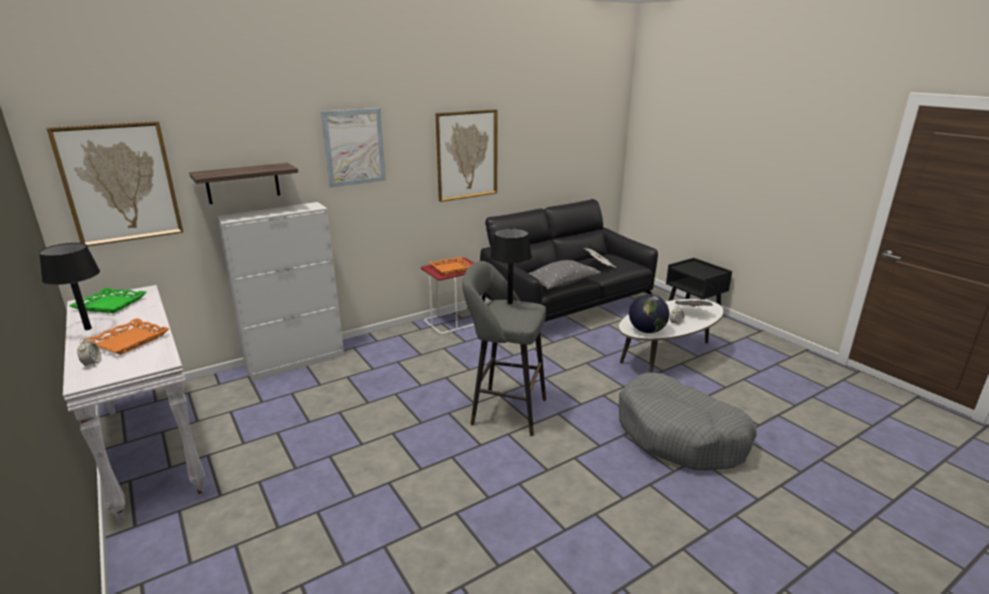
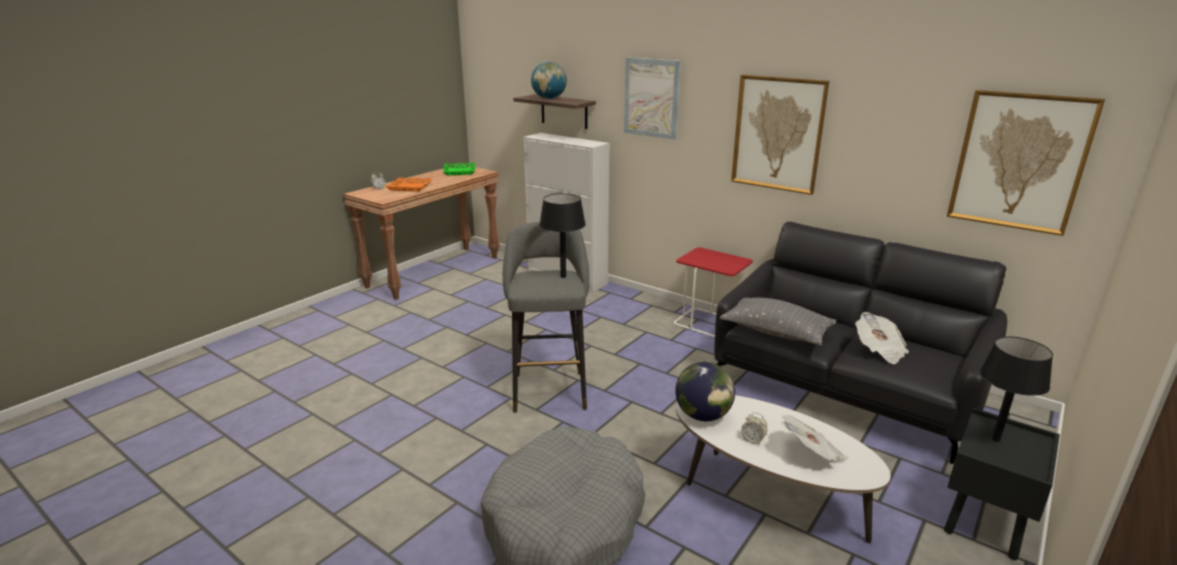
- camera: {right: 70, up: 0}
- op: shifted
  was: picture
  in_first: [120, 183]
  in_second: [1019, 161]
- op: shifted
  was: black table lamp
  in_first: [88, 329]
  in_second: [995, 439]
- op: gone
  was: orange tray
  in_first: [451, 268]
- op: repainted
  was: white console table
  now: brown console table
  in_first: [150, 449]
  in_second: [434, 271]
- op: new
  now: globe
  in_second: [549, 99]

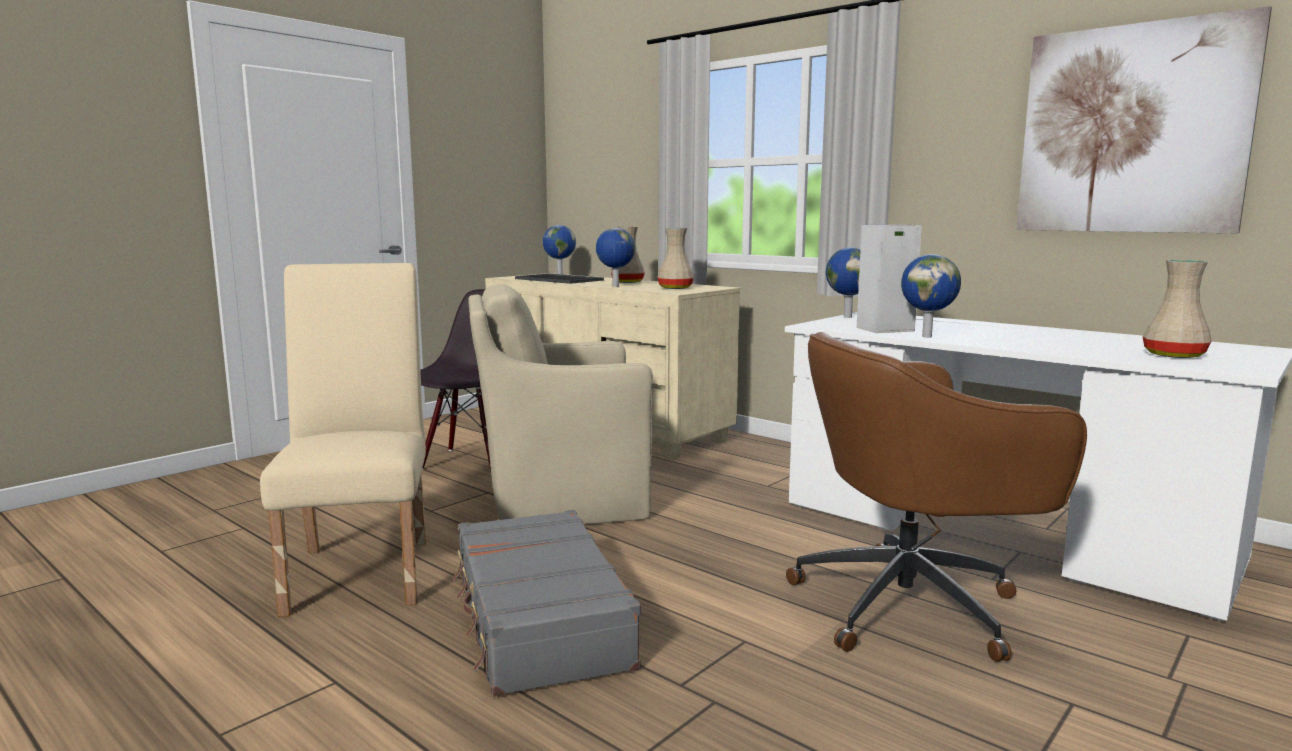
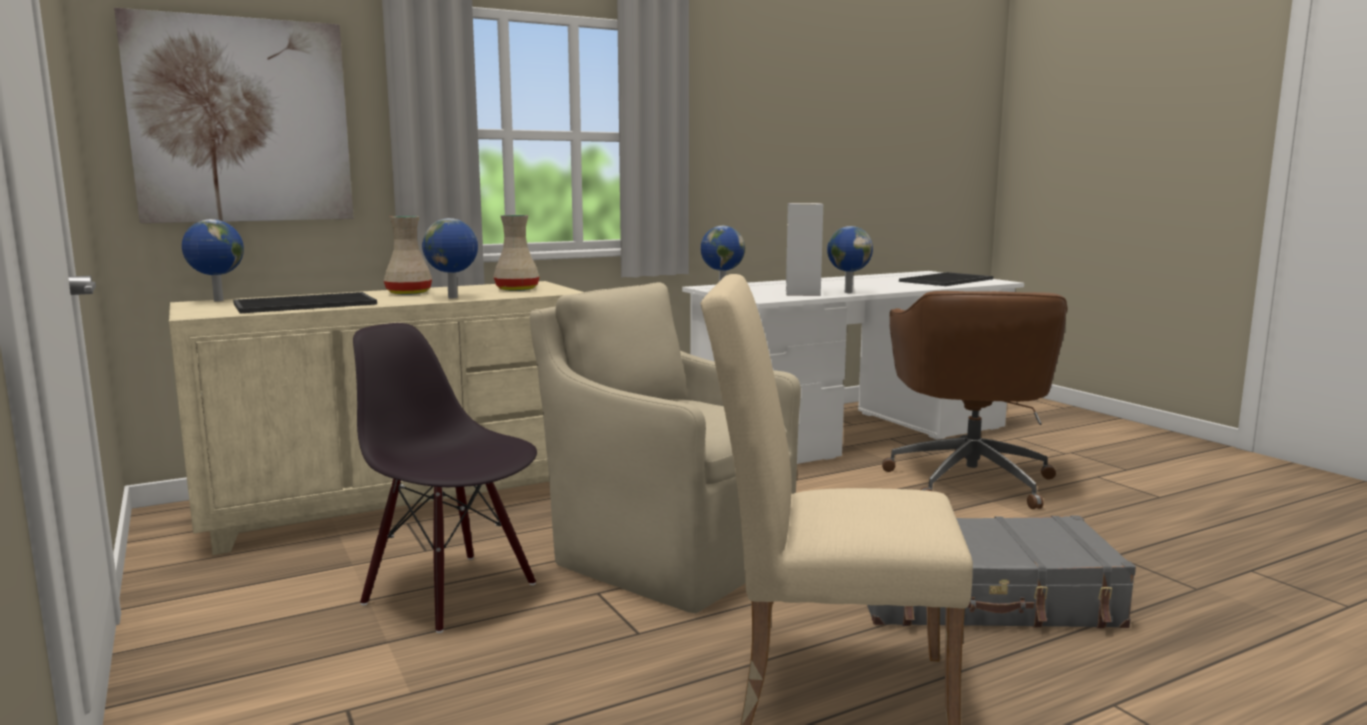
- camera: {right: -70, up: 0}
- op: shifted
  was: picture
  in_first: [1131, 130]
  in_second: [242, 121]
- op: swapped
  was: beige vase
  now: tray
  in_first: [1173, 355]
  in_second: [947, 280]
- op: rotated
  was: beige armchair
  in_first: [560, 501]
  in_second: [669, 557]
  clockwise: 120

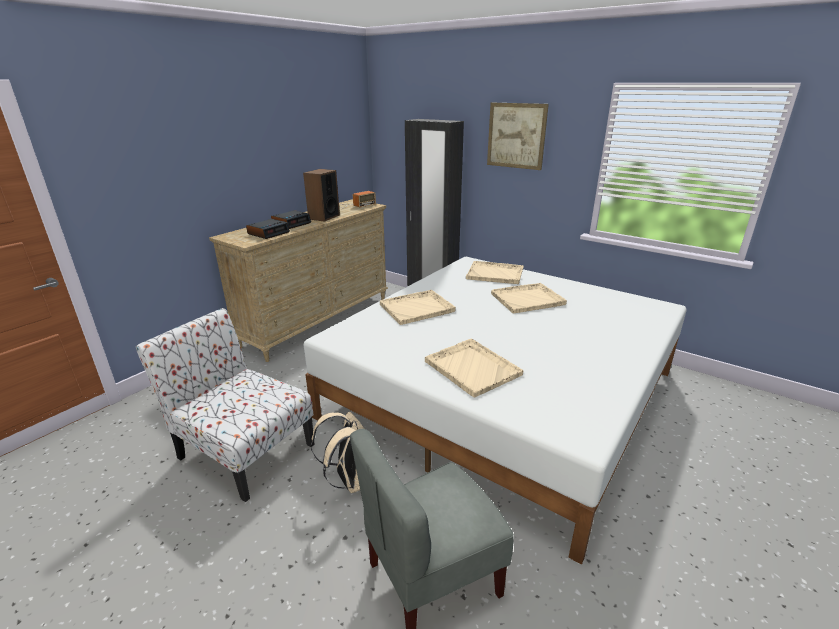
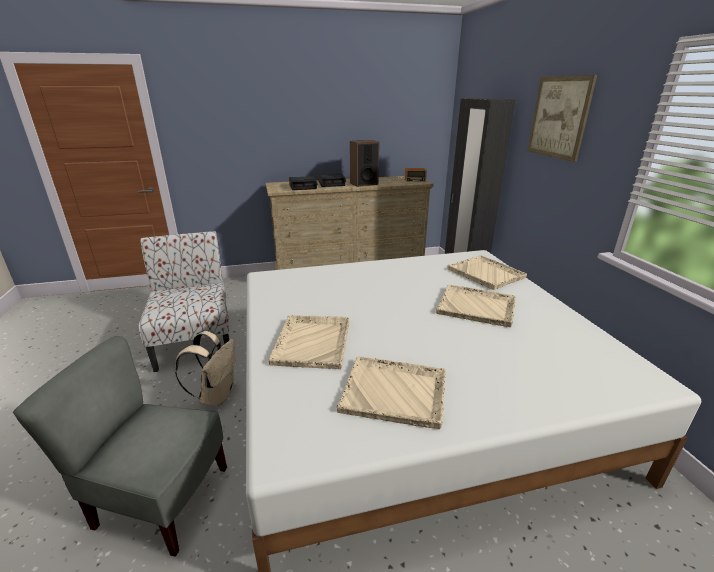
- camera: {right: 40, up: 0}
- op: shifted
  was: beige tray
  in_first: [417, 308]
  in_second: [395, 392]

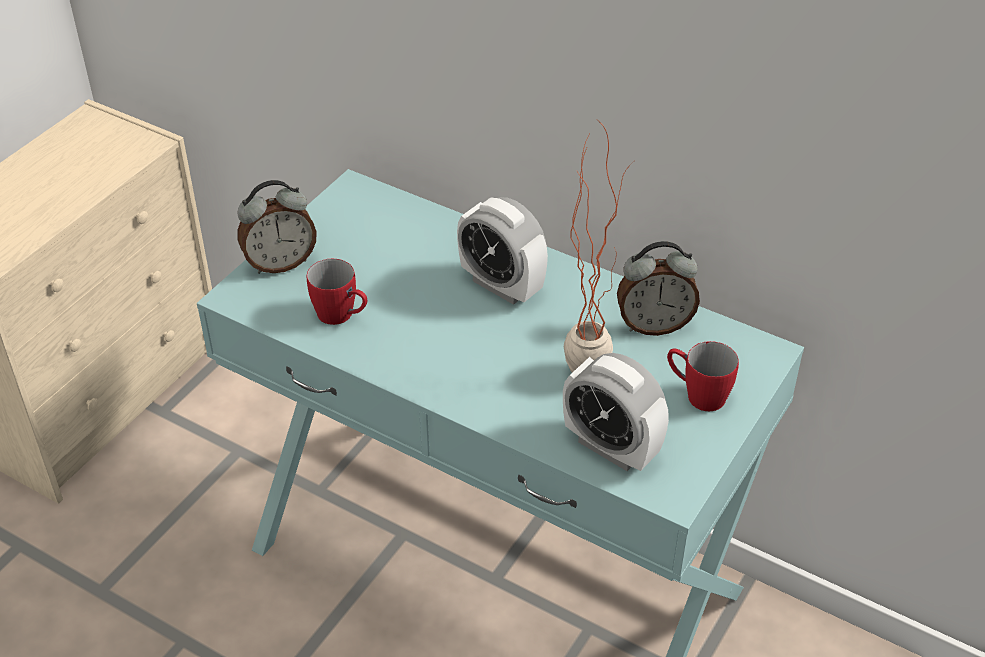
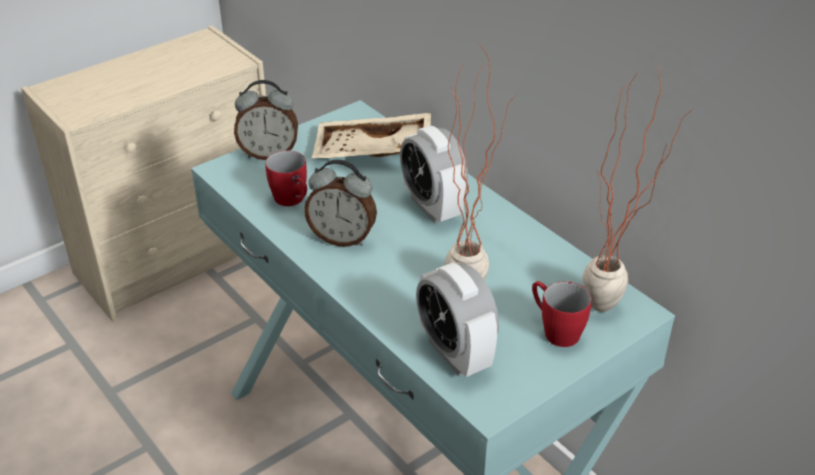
- camera: {right: 20, up: -5}
- op: shifted
  was: alarm clock
  in_first: [654, 325]
  in_second: [342, 238]
- op: new
  now: potted plant
  in_second: [614, 311]
- op: new
  now: beige tray
  in_second: [372, 152]

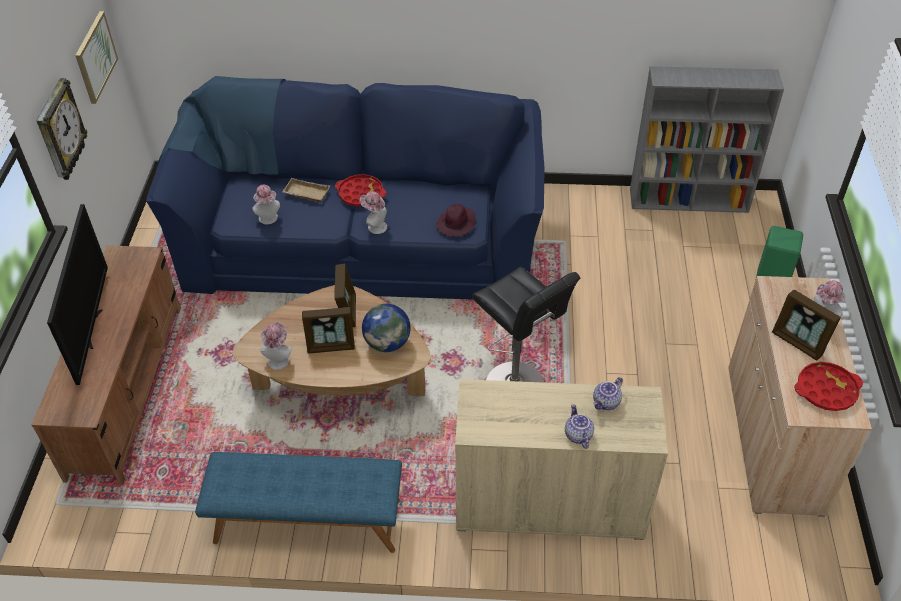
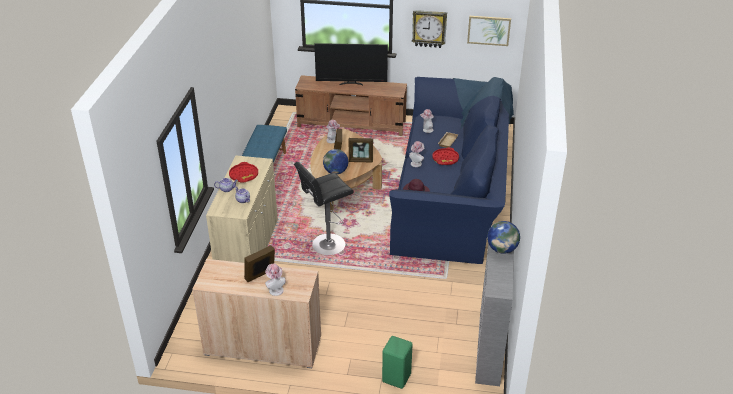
- camera: {right: 95, up: -10}
- op: shifted
  was: red tray
  in_first: [826, 390]
  in_second: [244, 175]
- op: new
  now: globe
  in_second: [502, 249]

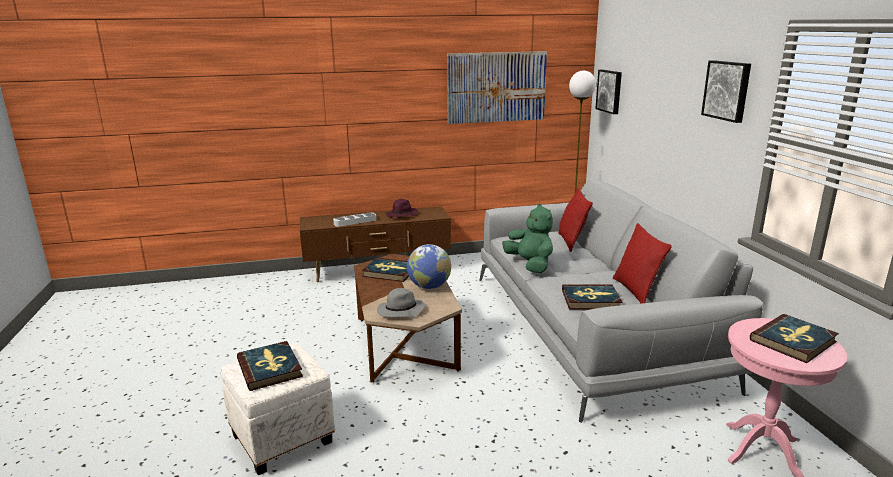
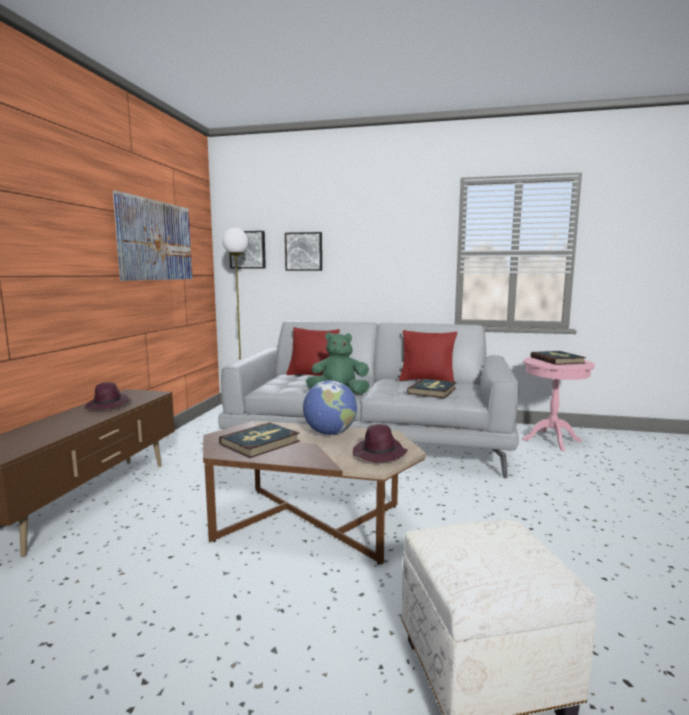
- camera: {right: -65, up: -10}
- op: shifted
  was: picture
  in_first: [727, 90]
  in_second: [304, 251]
- op: gone
  was: grey tray
  in_first: [355, 222]
- op: repainted
  was: grey hat
  now: purple hat
  in_first: [400, 311]
  in_second: [379, 454]
- op: gone
  was: book
  in_first: [270, 368]

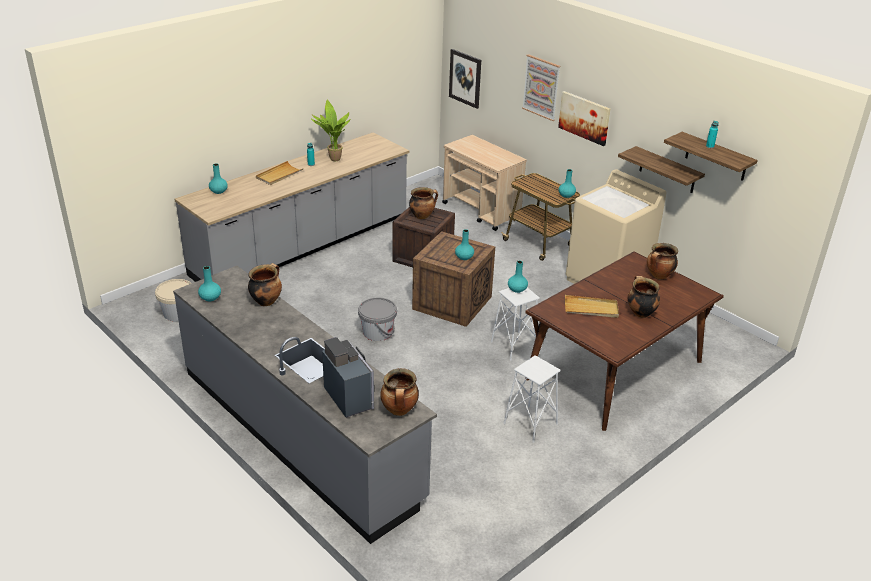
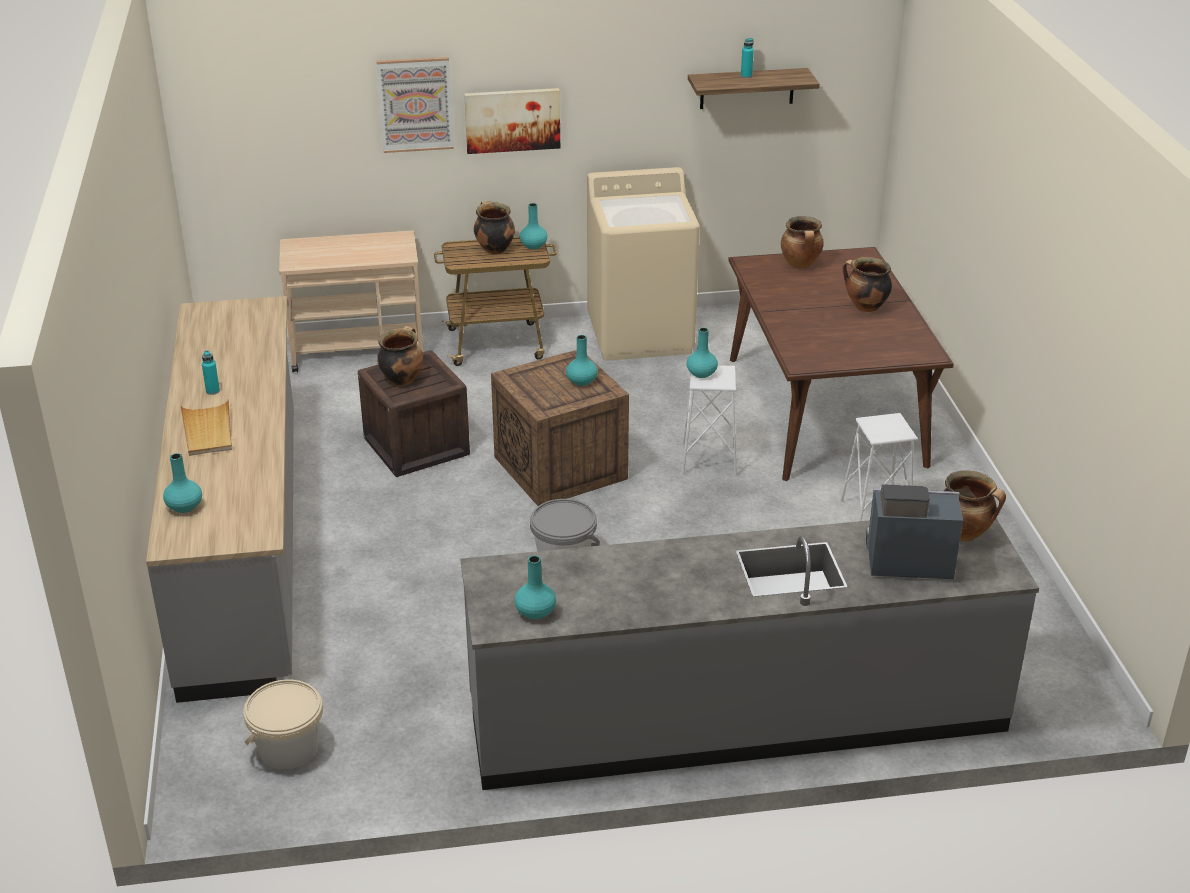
- camera: {right: -55, up: 0}
- op: gone
  was: picture
  in_first: [465, 78]
- op: gone
  was: potted plant
  in_first: [333, 159]
- op: gone
  was: shelf
  in_first: [667, 170]
- op: shifted
  was: cooking pot
  in_first: [266, 301]
  in_second: [494, 249]
- op: gone
  was: beige tray
  in_first: [591, 308]

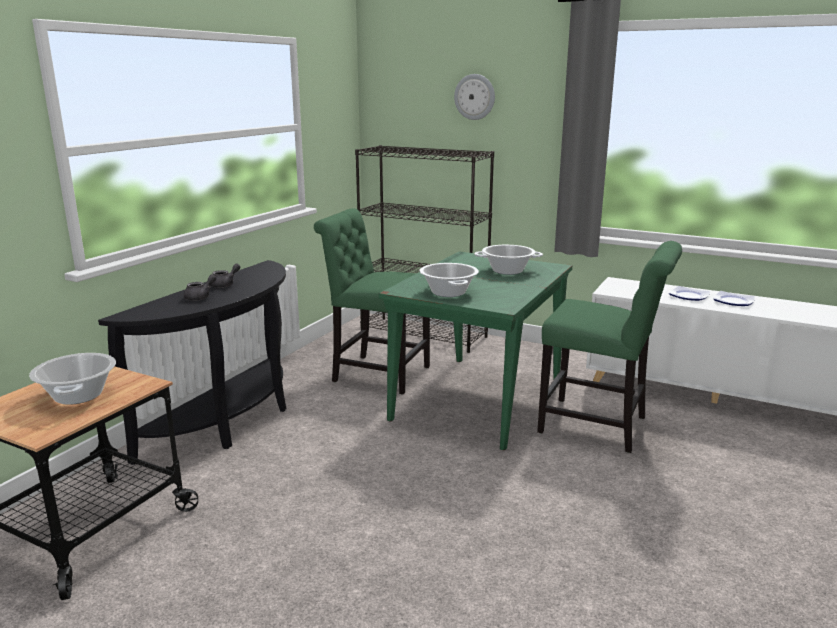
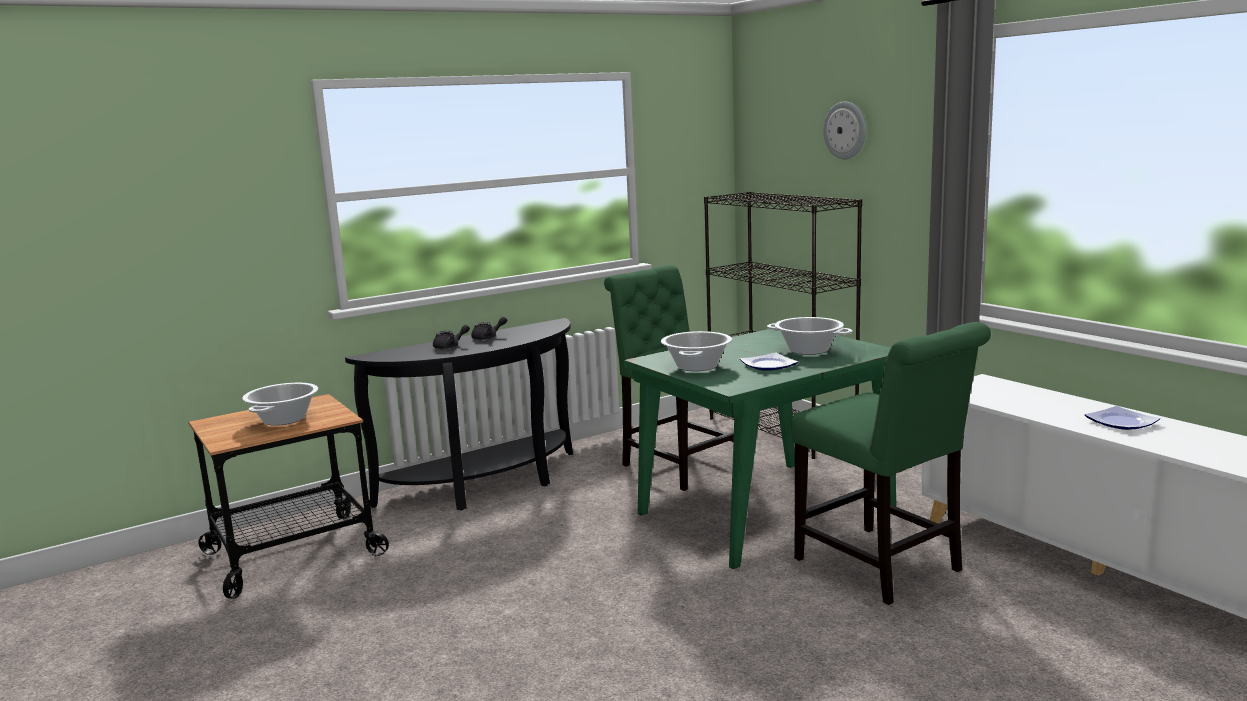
- camera: {right: 30, up: -5}
- op: shifted
  was: plate
  in_first: [689, 296]
  in_second: [768, 366]

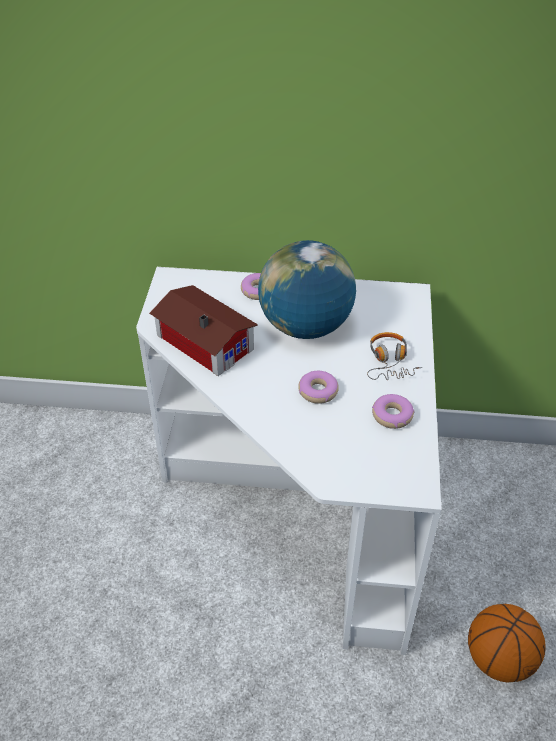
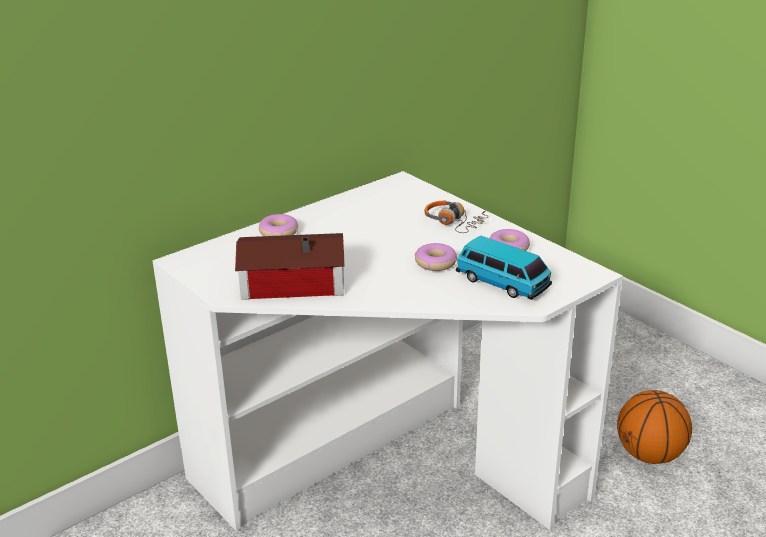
- camera: {right: -45, up: -15}
- op: gone
  was: globe
  in_first: [305, 326]
- op: new
  now: toy car
  in_second: [503, 283]

